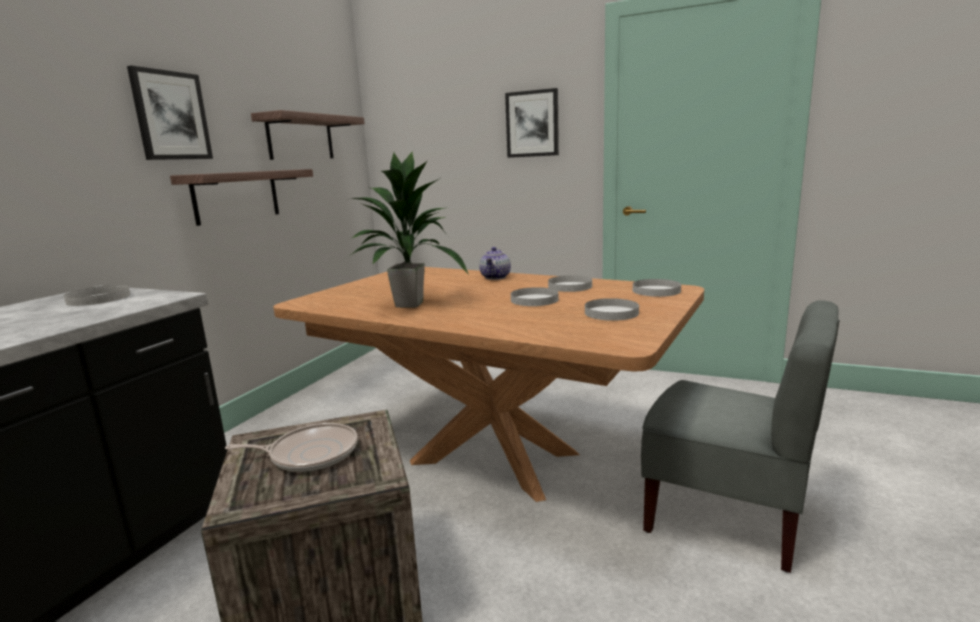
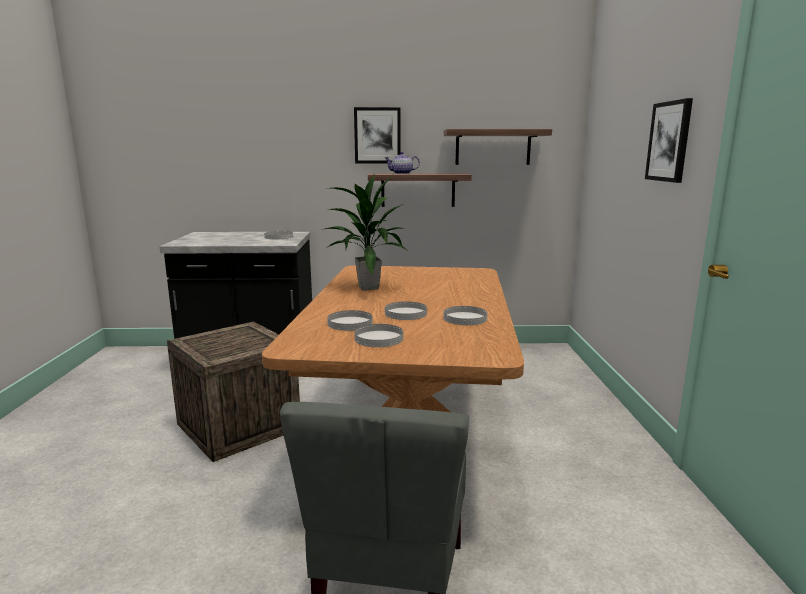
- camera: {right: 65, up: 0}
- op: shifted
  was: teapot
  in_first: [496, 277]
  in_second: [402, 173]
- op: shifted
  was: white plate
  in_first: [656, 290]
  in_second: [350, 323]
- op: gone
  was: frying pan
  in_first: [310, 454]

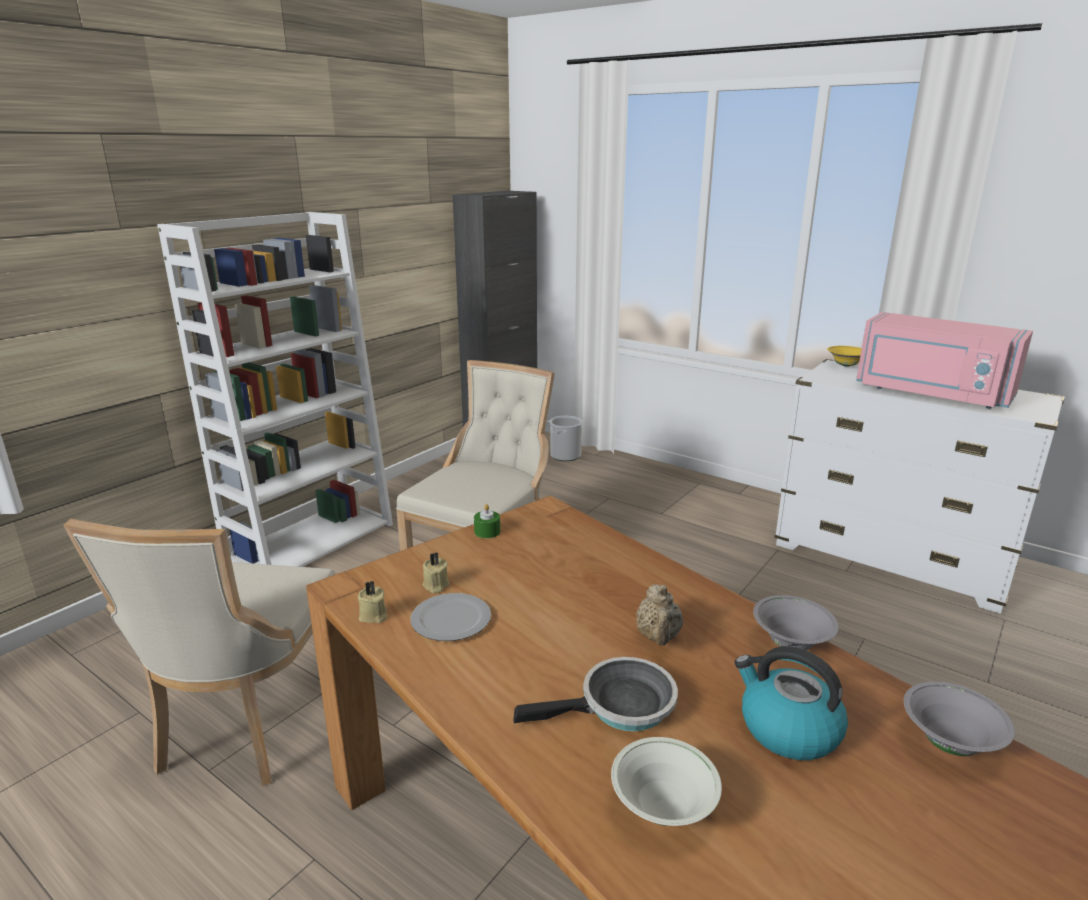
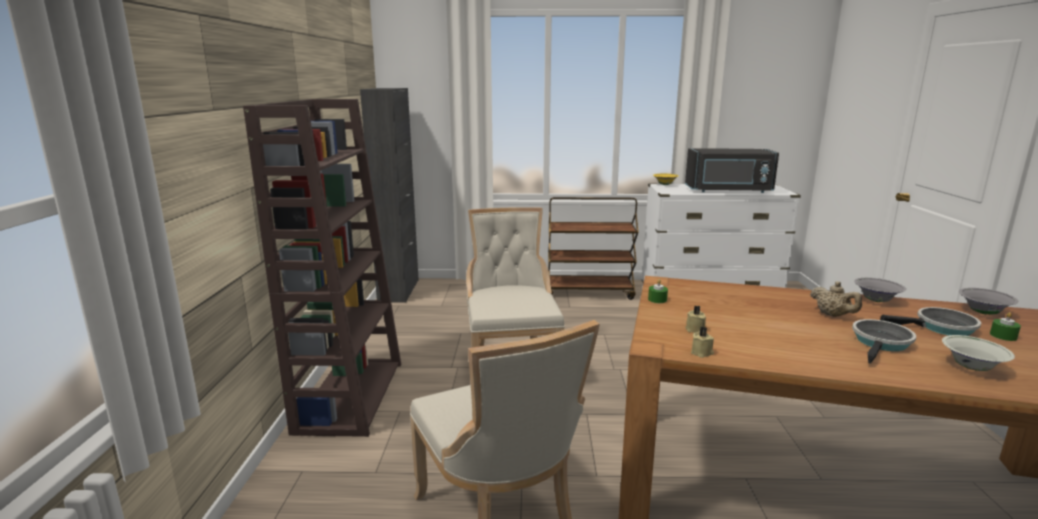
- camera: {right: -35, up: -5}
- op: repainted
  was: white bookcase
  now: brown bookcase
  in_first: [311, 540]
  in_second: [350, 395]
- op: repainted
  was: pink microwave
  now: black microwave
  in_first: [931, 394]
  in_second: [729, 191]
- op: gone
  was: bucket
  in_first: [565, 455]
- op: gone
  was: plate
  in_first: [451, 621]
- op: swapped
  was: kettle
  now: frying pan
  in_first: [787, 729]
  in_second: [941, 328]
- op: new
  now: brown cart
  in_second: [589, 292]
- op: new
  now: green candle
  in_second: [1003, 336]

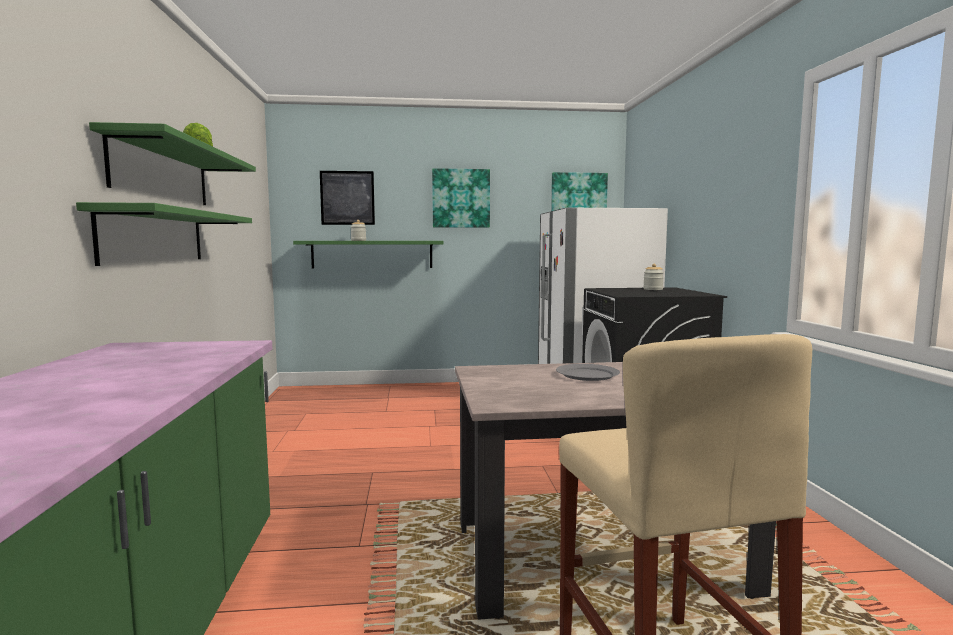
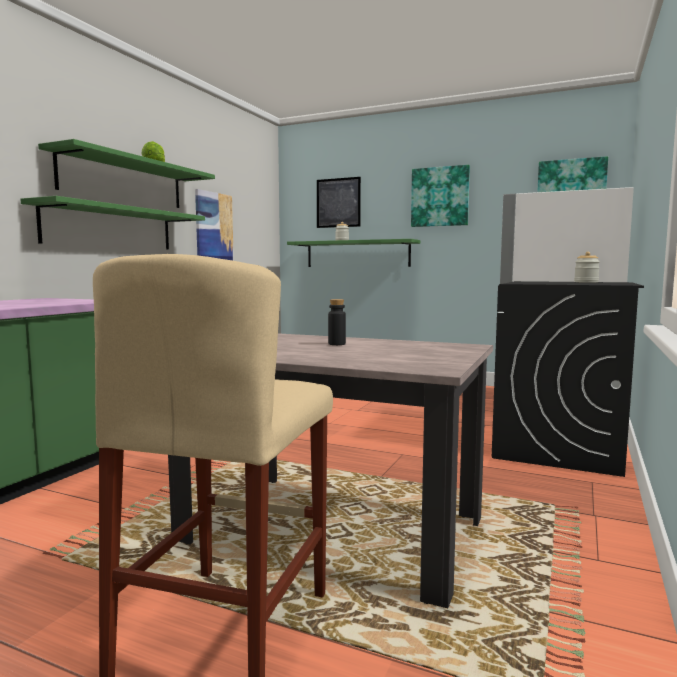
- camera: {right: 30, up: 0}
- op: swapped
  was: grey plate
  now: black bottle
  in_first: [587, 375]
  in_second: [337, 344]
- op: new
  now: picture
  in_second: [214, 230]

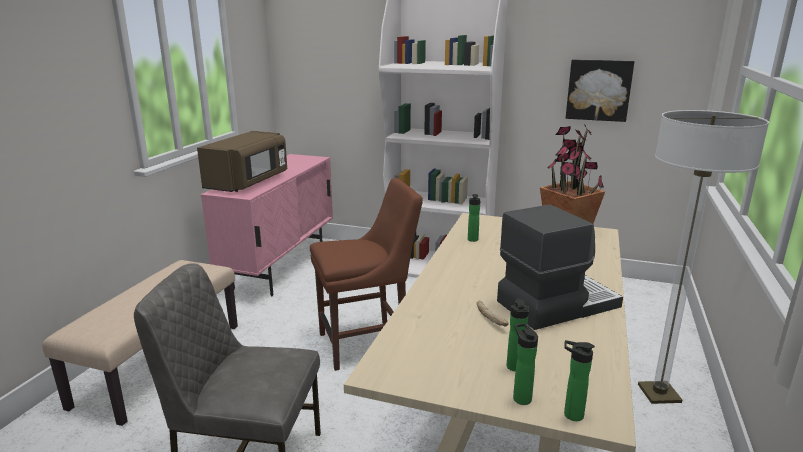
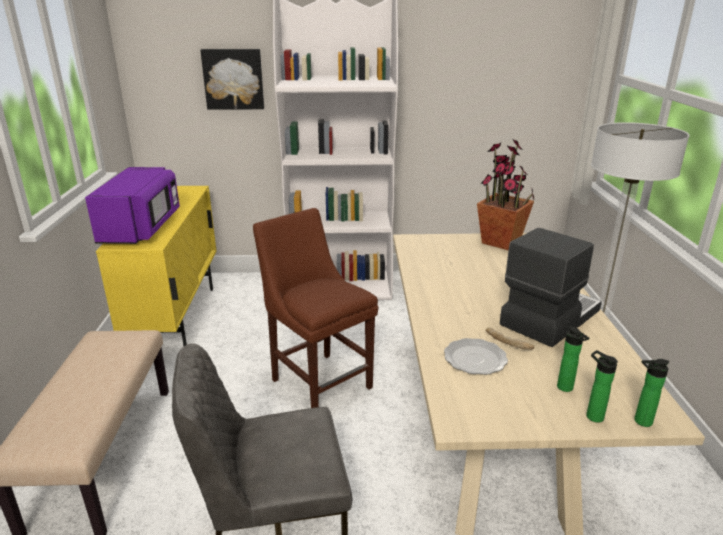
- camera: {right: -20, up: 5}
- op: shifted
  was: picture
  in_first: [598, 90]
  in_second: [233, 79]
- op: repainted
  was: brown microwave
  now: purple microwave
  in_first: [248, 182]
  in_second: [141, 228]
- op: repainted
  was: pink cabinet
  now: yellow cabinet
  in_first: [280, 269]
  in_second: [177, 317]
- op: rotated
  was: brown chair
  in_first: [367, 344]
  in_second: [319, 381]
  clockwise: -90
- op: gone
  was: bottle
  in_first: [472, 240]
- op: new
  now: plate
  in_second: [474, 358]

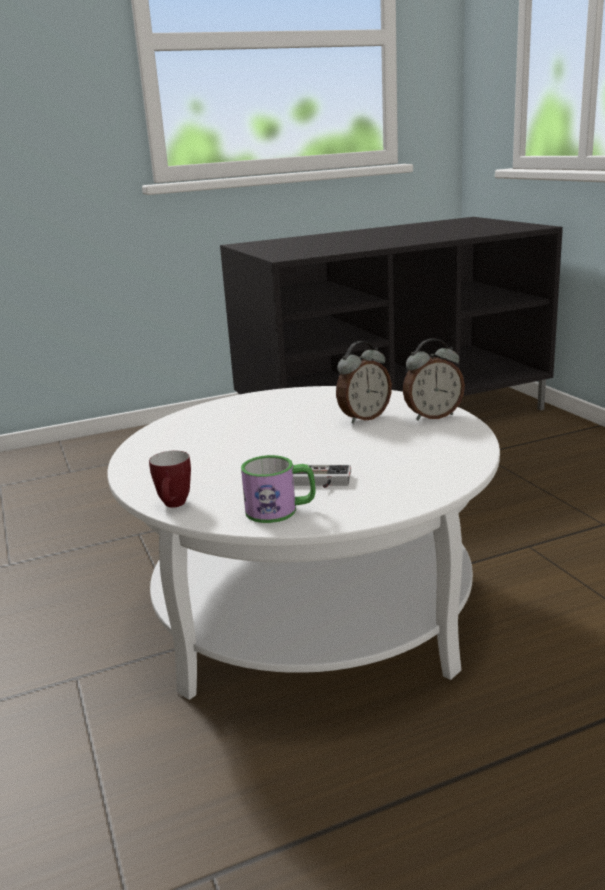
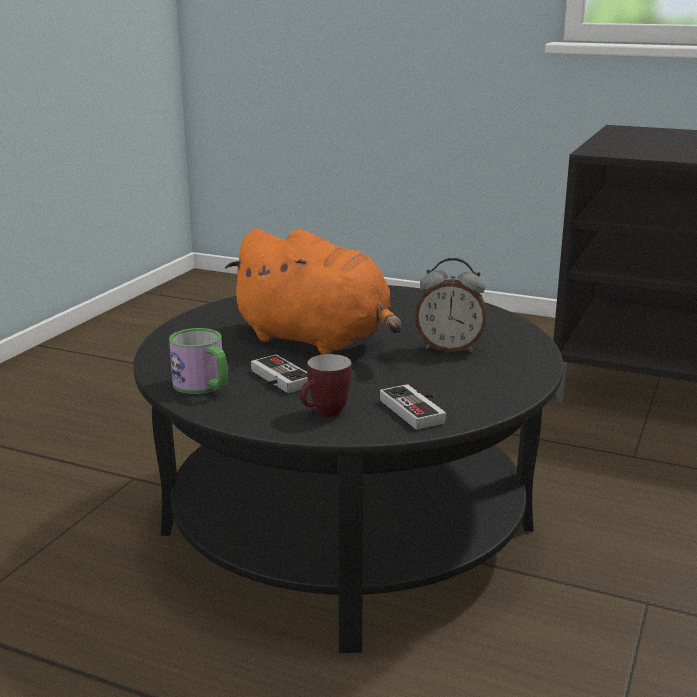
- camera: {right: 45, up: 0}
- op: gone
  was: alarm clock
  in_first: [432, 416]
- op: repainted
  was: white coffee table
  now: black coffee table
  in_first: [313, 607]
  in_second: [348, 528]
- op: shifted
  was: mug
  in_first: [174, 506]
  in_second: [325, 414]
- op: new
  now: orange plush toy
  in_second: [317, 340]
- op: new
  now: game controller
  in_second: [418, 410]

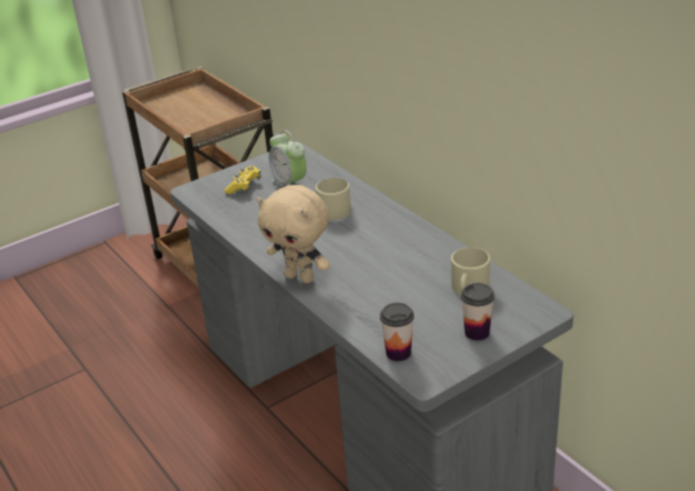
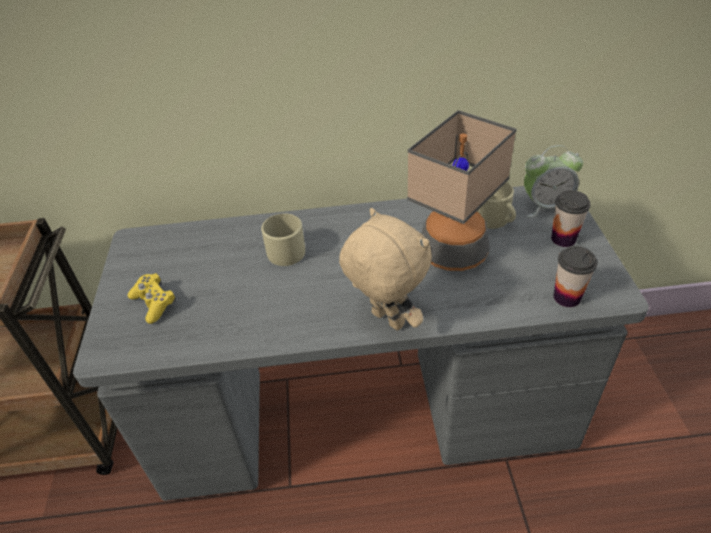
- camera: {right: -60, up: 10}
- op: shifted
  was: alarm clock
  in_first: [290, 184]
  in_second: [545, 206]
- op: rotated
  was: beige plush toy
  in_first: [300, 277]
  in_second: [385, 320]
  clockwise: -105
- op: new
  now: table lamp
  in_second: [452, 252]

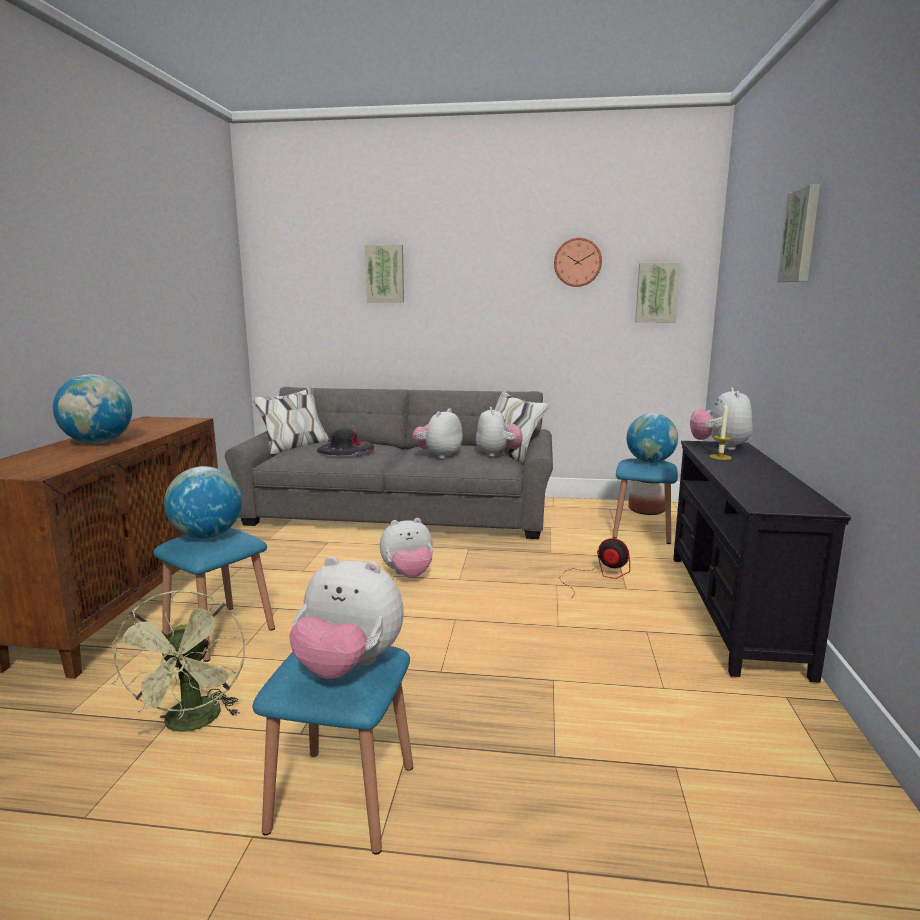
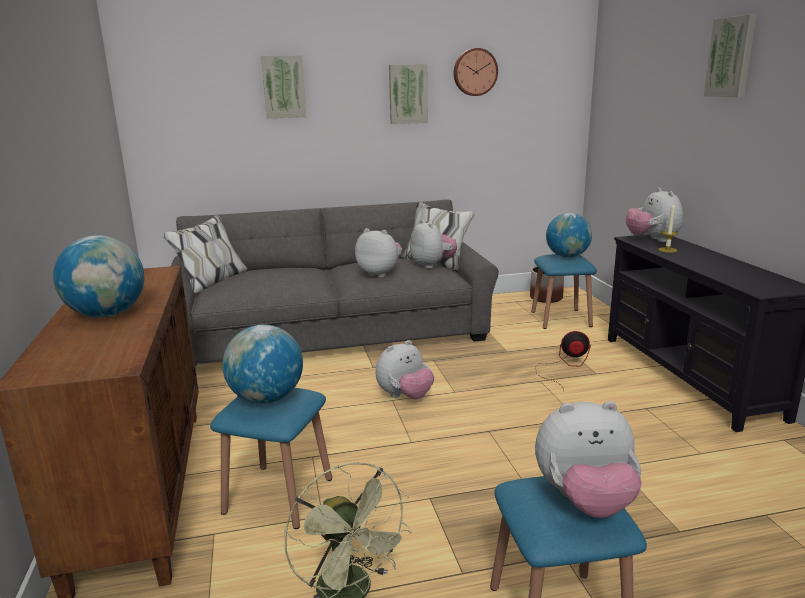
- camera: {right: -20, up: 5}
- op: shifted
  was: picture
  in_first: [657, 293]
  in_second: [408, 94]
- op: rotated
  was: plush toy
  in_first: [438, 456]
  in_second: [380, 274]
  clockwise: 105
- op: gone
  was: black hat
  in_first: [345, 449]

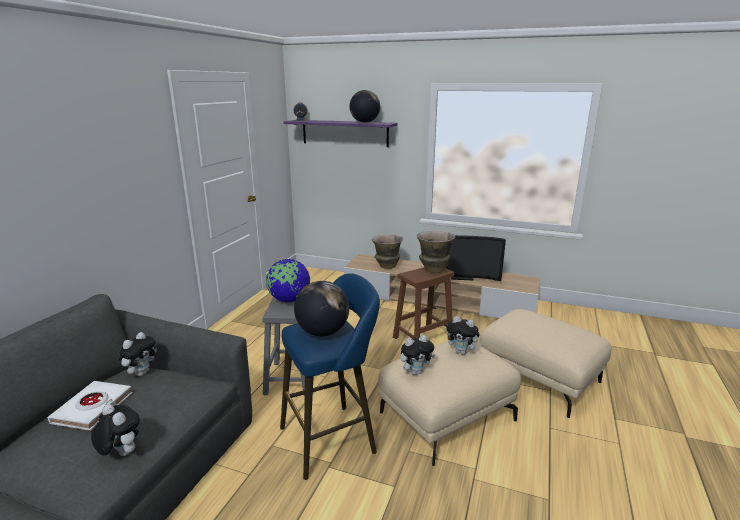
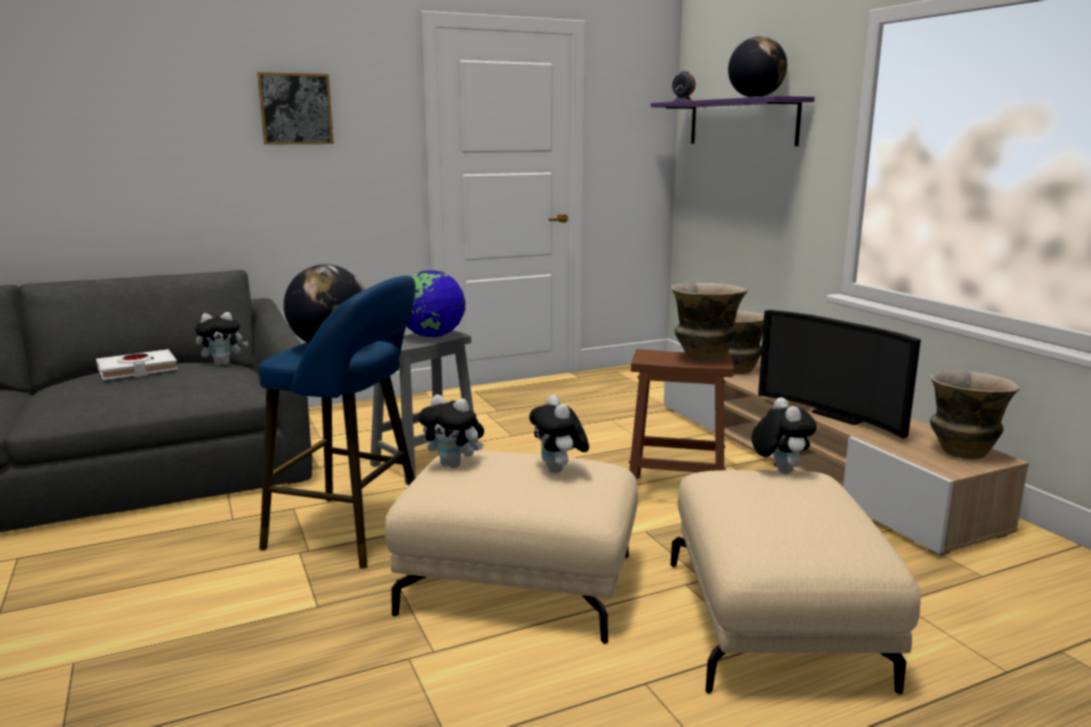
- camera: {right: 45, up: -5}
- op: shifted
  was: plush toy
  in_first: [121, 453]
  in_second: [779, 470]
- op: new
  now: picture
  in_second: [296, 109]
- op: new
  now: vase
  in_second: [962, 452]

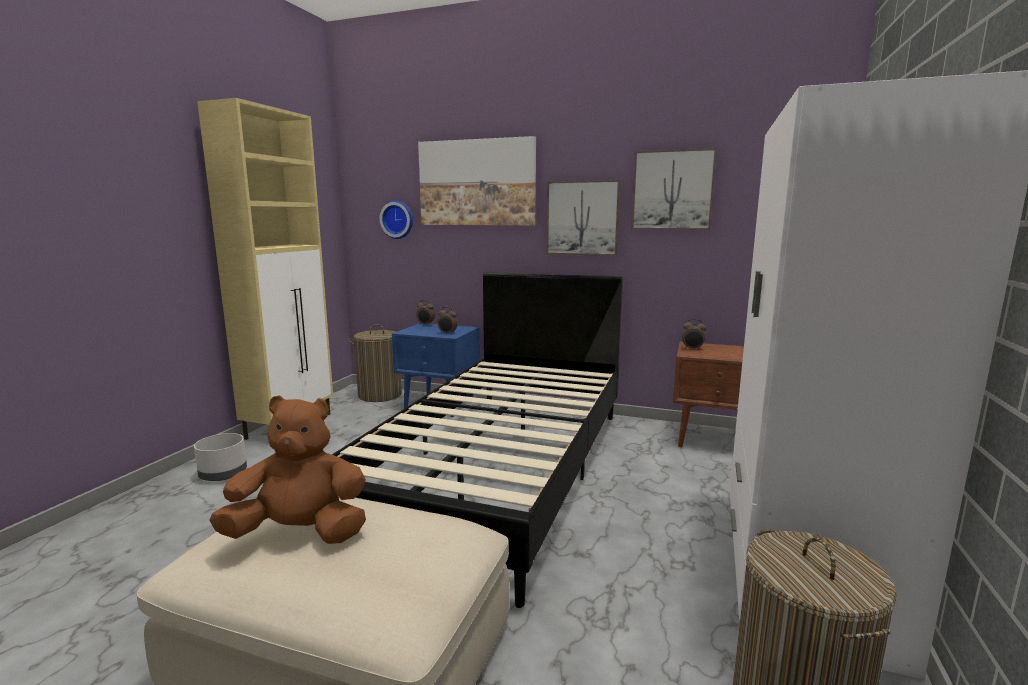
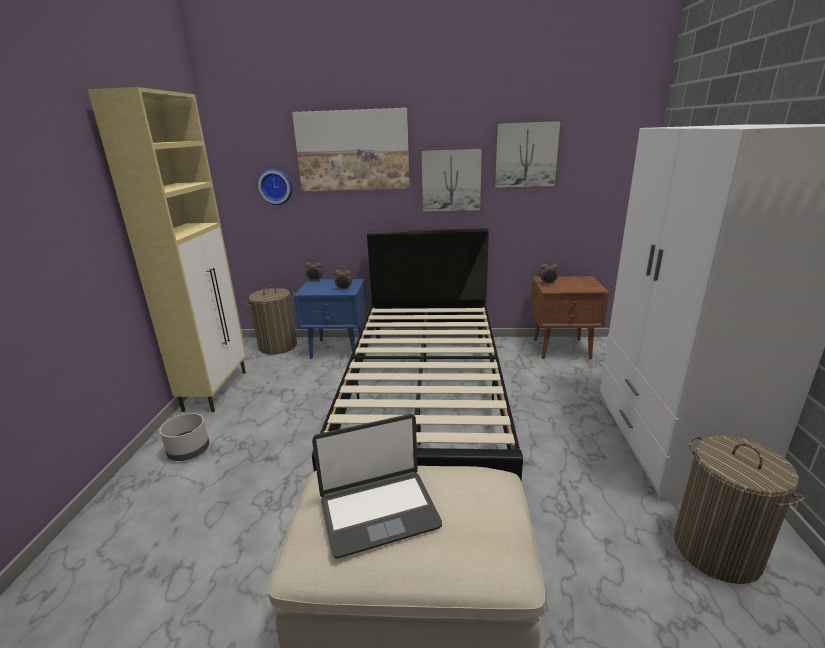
- camera: {right: -15, up: 10}
- op: swapped
  was: brown plush toy
  now: laptop
  in_first: [300, 533]
  in_second: [378, 511]

